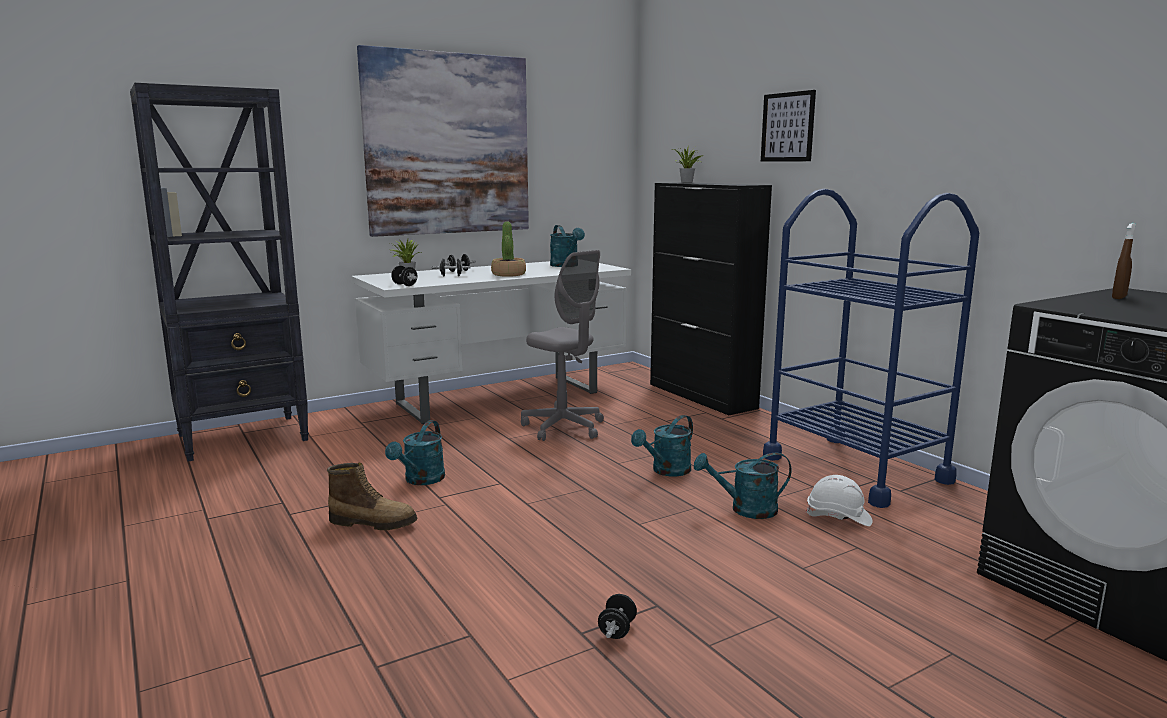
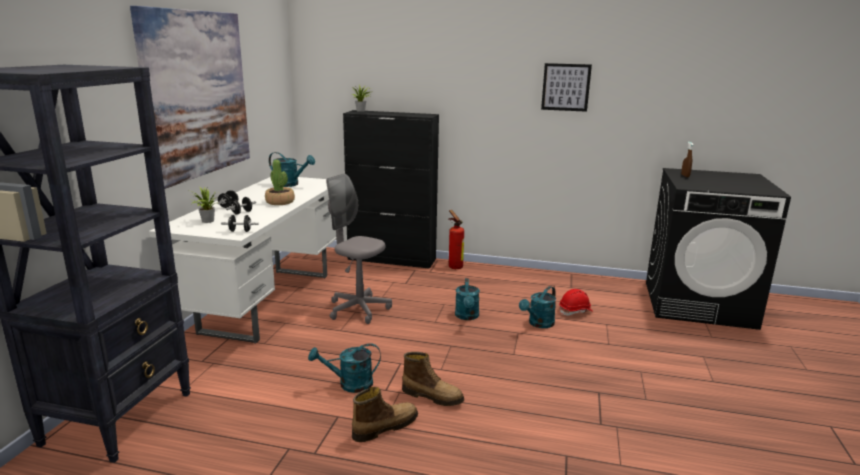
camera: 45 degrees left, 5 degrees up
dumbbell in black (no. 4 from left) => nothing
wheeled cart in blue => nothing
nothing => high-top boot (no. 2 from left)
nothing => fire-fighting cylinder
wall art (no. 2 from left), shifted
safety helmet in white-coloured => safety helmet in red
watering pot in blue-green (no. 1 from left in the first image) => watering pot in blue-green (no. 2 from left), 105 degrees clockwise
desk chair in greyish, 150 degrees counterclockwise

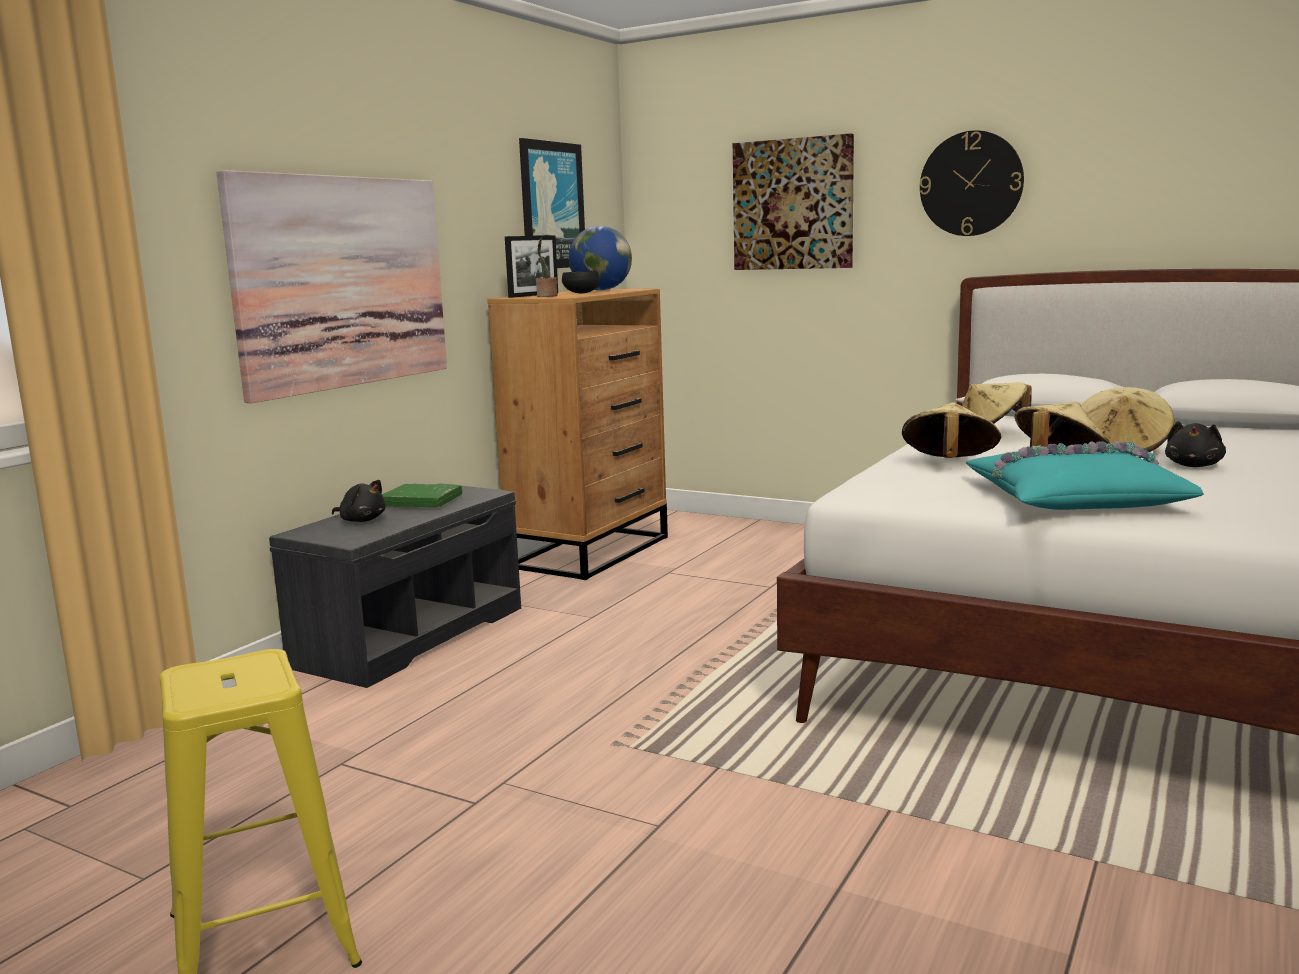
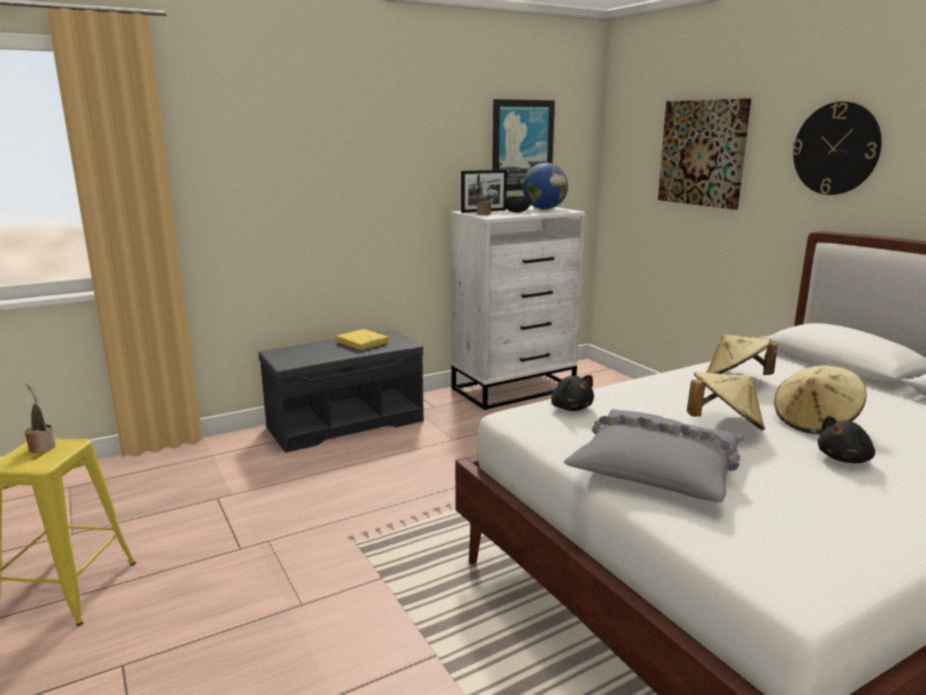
camera: 30 degrees right, 5 degrees up
wall art (no. 1 from left) => nothing
hat in beige (no. 1 from left) => nothing
nothing => potted plant (no. 1 from left)
plush toy in black (no. 1 from left), shifted
bound book in green => bound book in yellow-coloured
dresser in brownish => dresser in white-coloured
cushion in blue-green => cushion in greyish

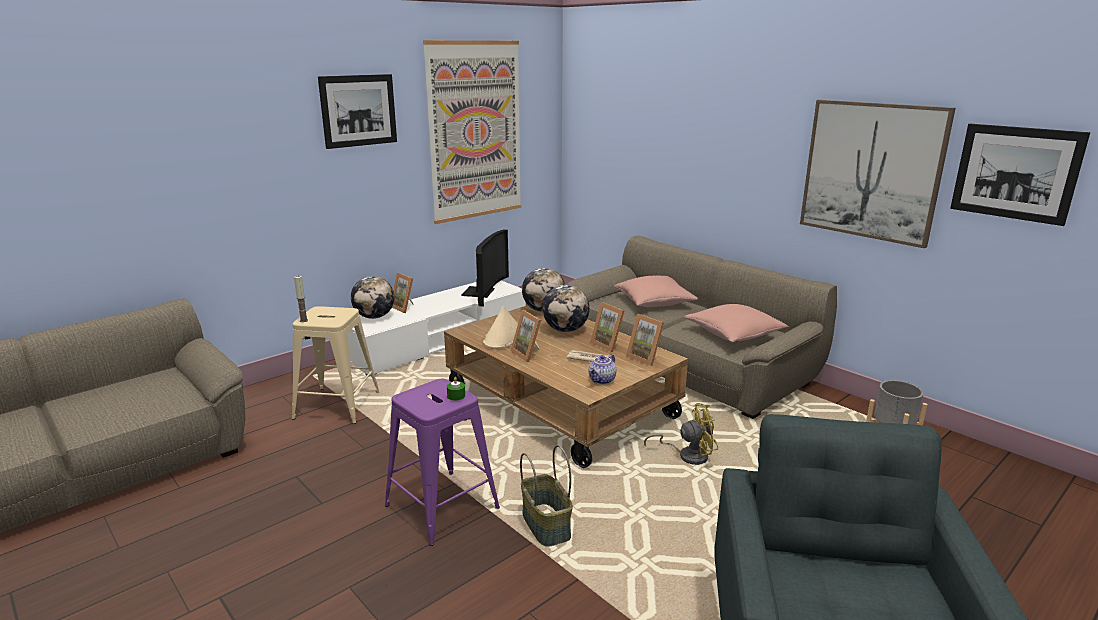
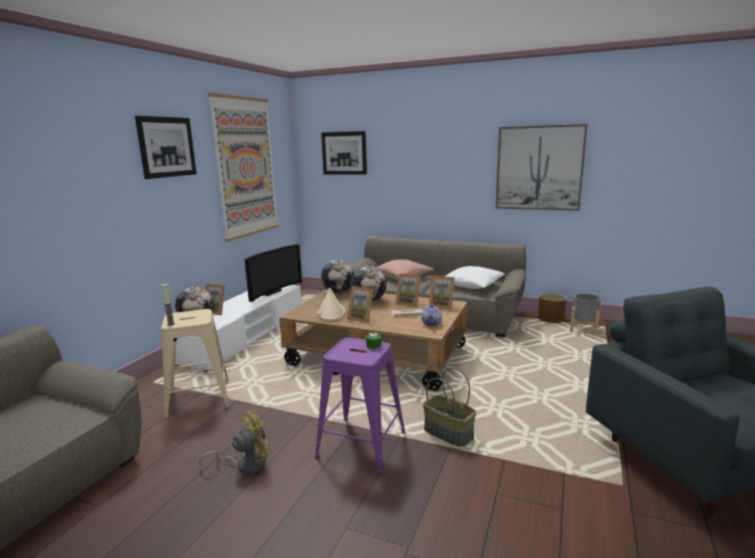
camera: 25 degrees left, 5 degrees down
nothing => plant pot in brownish
electric fan in yellow-coloured, shifted
wall art (no. 4 from left in the first image) => wall art (no. 3 from left), shifted
cushion in pinkish (no. 2 from left) => cushion in white-coloured
television, 45 degrees clockwise

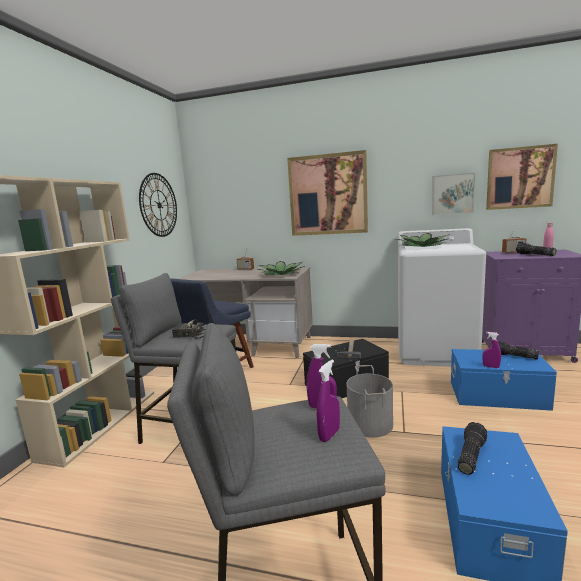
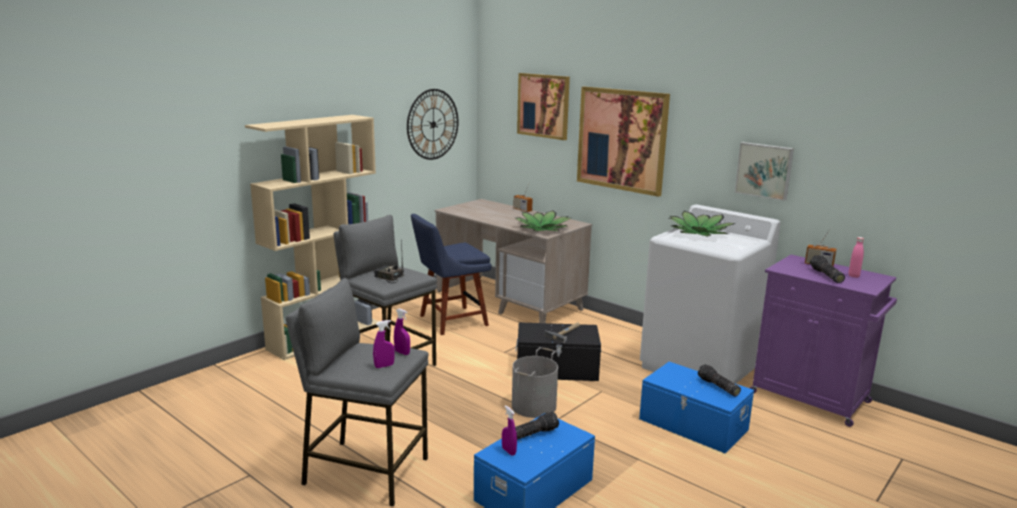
camera: 25 degrees right, 5 degrees up
spray bottle in purple-coloured (no. 3 from left), shifted
wall art (no. 3 from left in the first image) => wall art (no. 1 from left), shifted

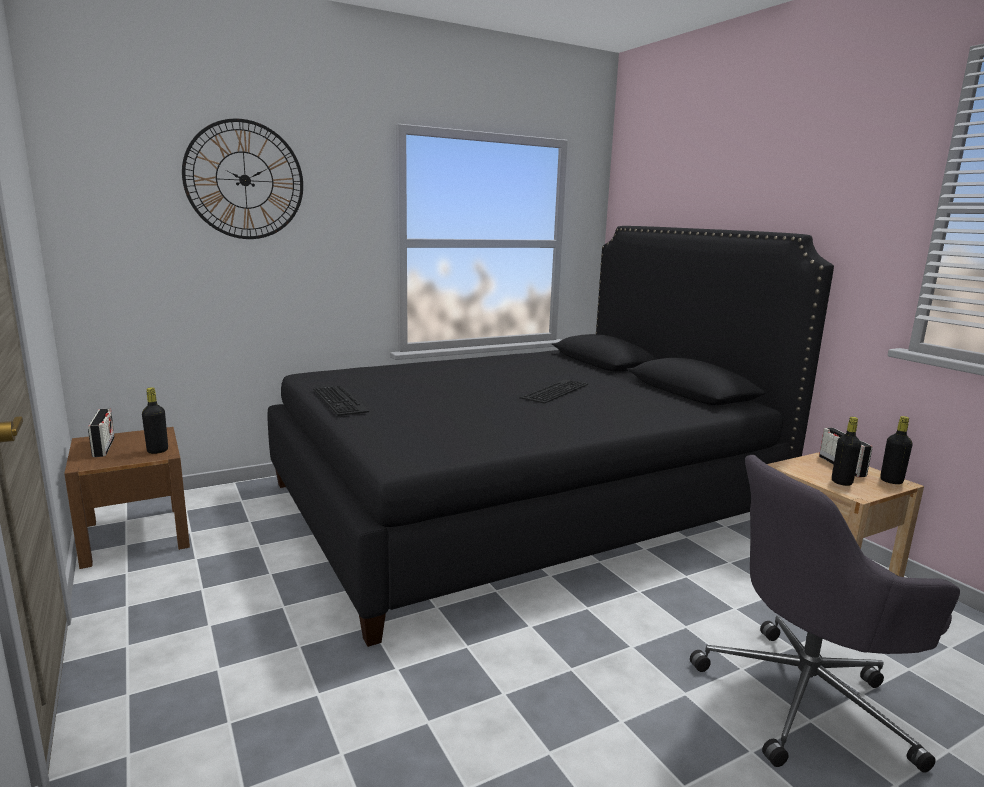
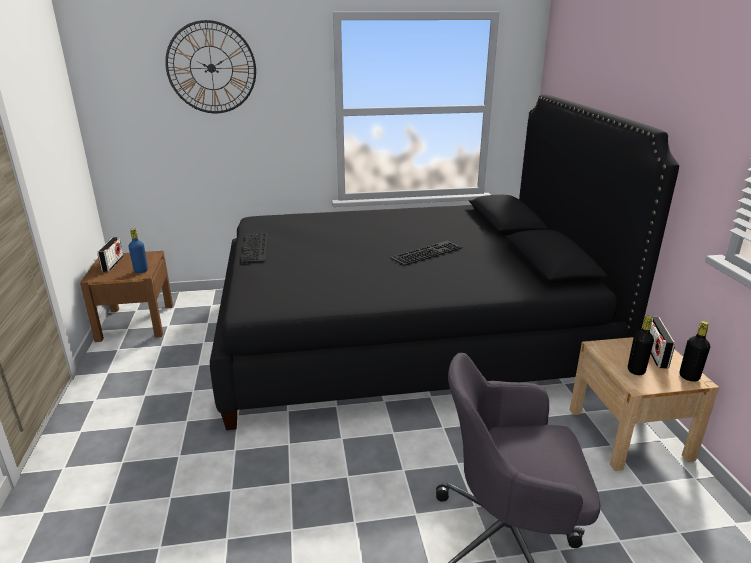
camera: 20 degrees right, 10 degrees up
bottle in black (no. 1 from left) => bottle in blue

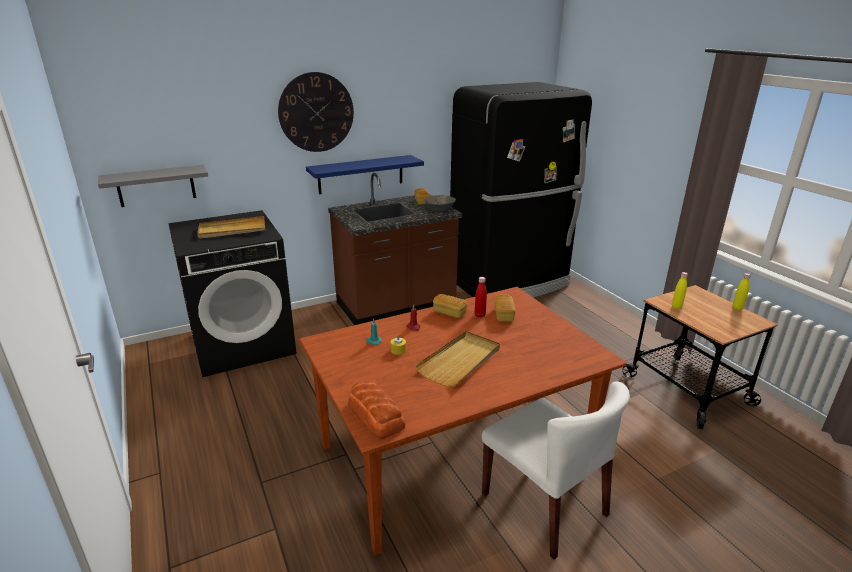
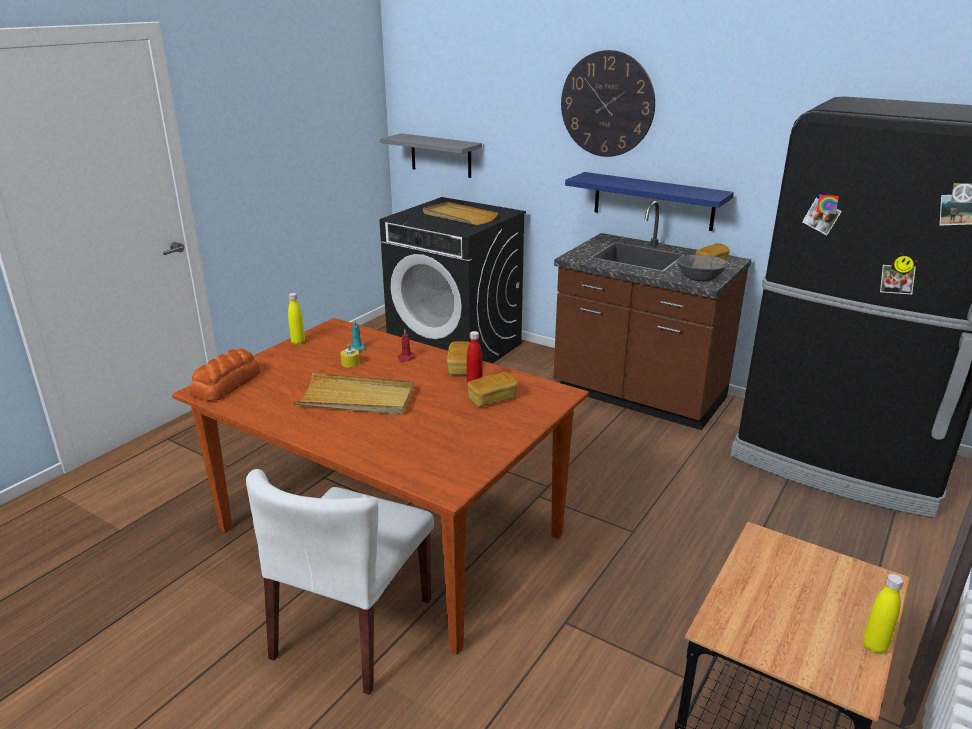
camera: 60 degrees right, 0 degrees up
bottle in yellow-coloured (no. 1 from left), shifted

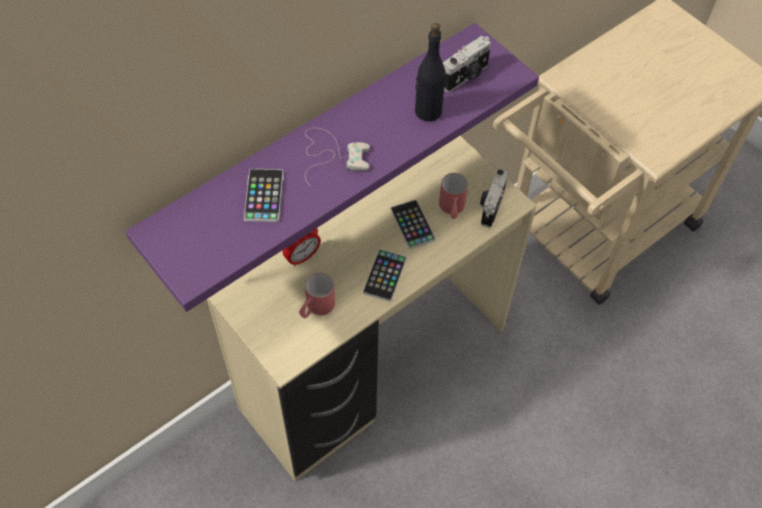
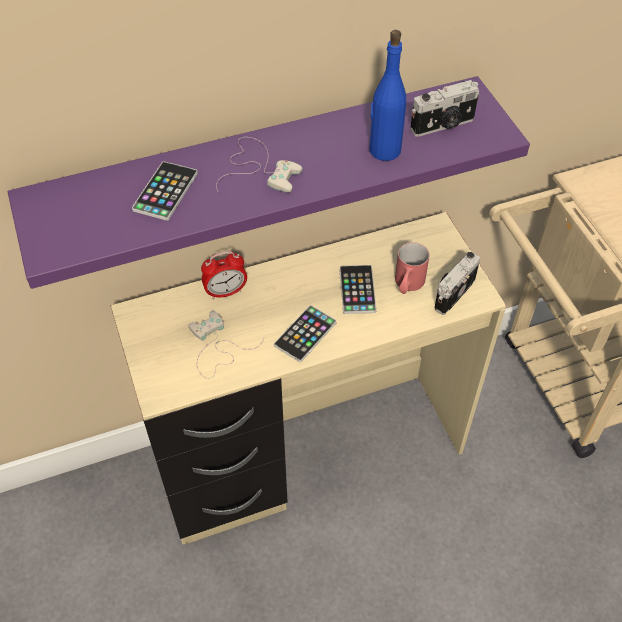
camera: 20 degrees right, 5 degrees down
mug in red (no. 1 from left) => game controller in white-coloured (no. 1 from left)
bottle in black => bottle in blue

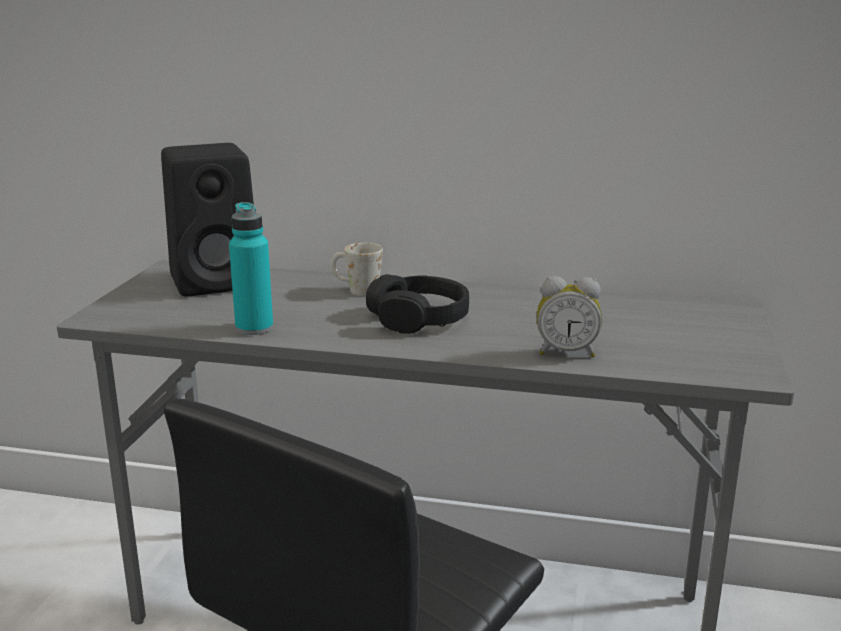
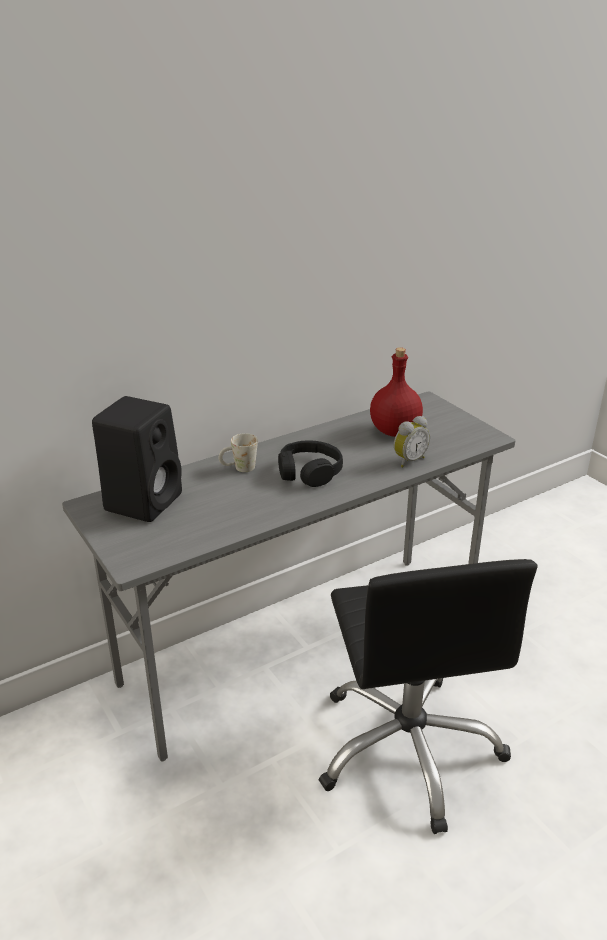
camera: 45 degrees left, 10 degrees up
bottle in blue-green => nothing
nothing => bottle in red

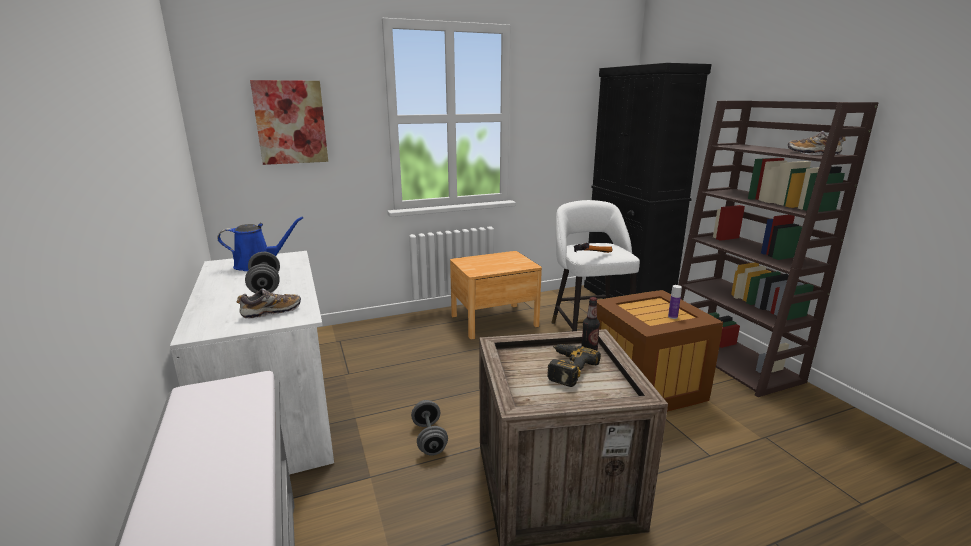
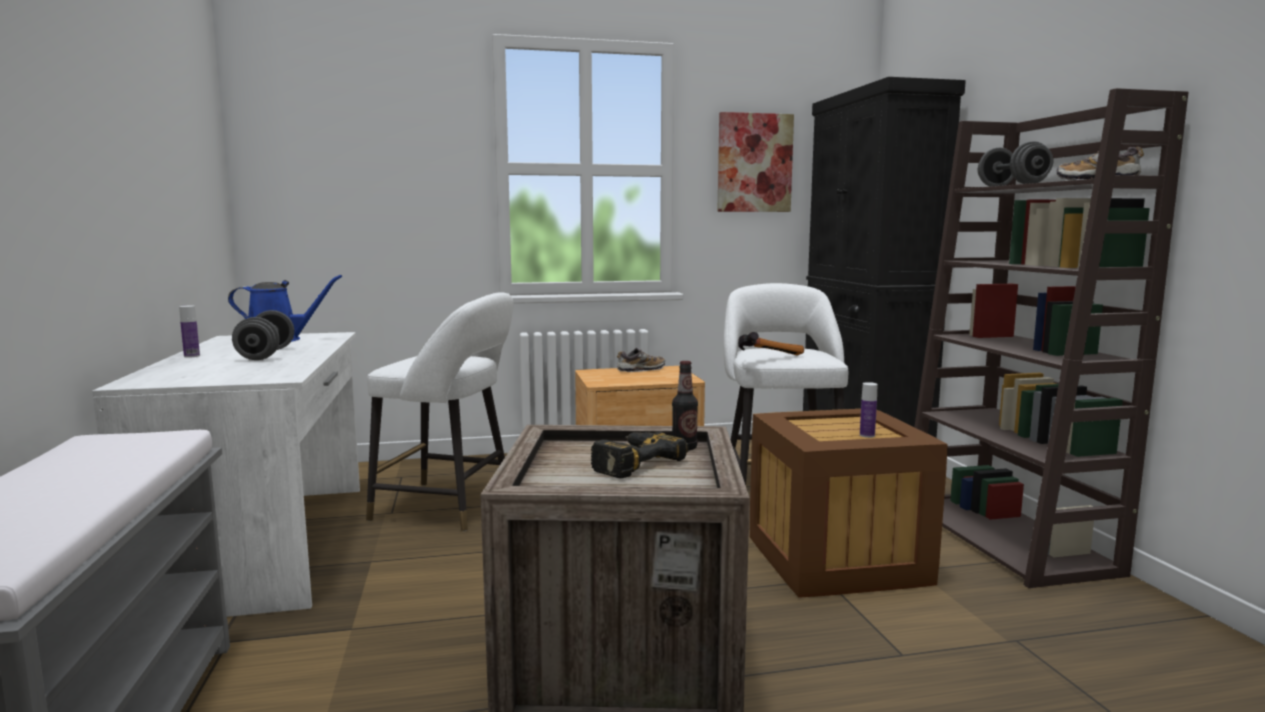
camera: 10 degrees right, 10 degrees down
nothing => bottle (no. 1 from left)
nothing => stool in white-coloured (no. 1 from left)
low shoe (no. 1 from left), shifted
wall art, shifted
dumbbell in greyish (no. 2 from left), shifted

